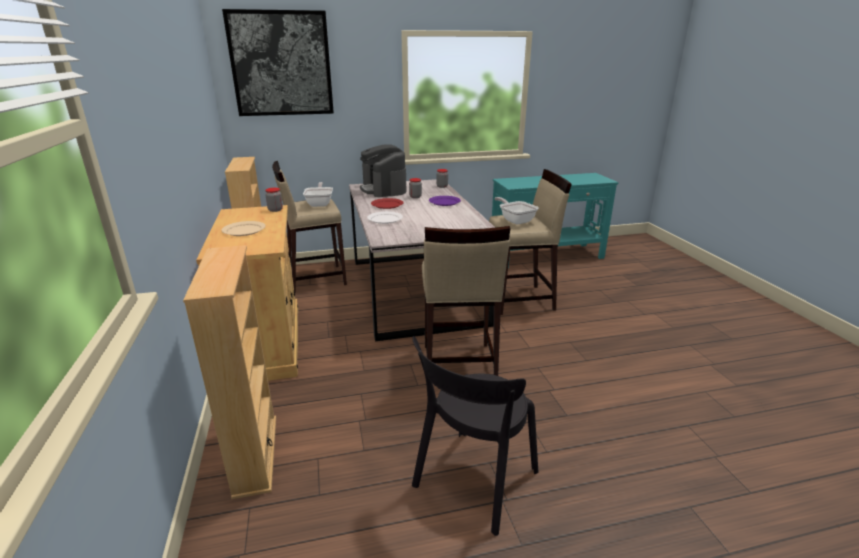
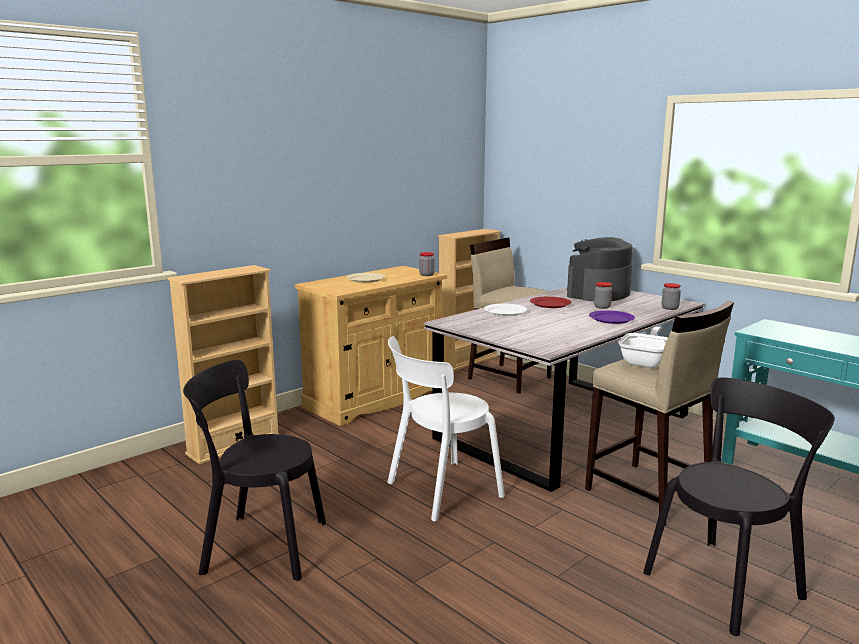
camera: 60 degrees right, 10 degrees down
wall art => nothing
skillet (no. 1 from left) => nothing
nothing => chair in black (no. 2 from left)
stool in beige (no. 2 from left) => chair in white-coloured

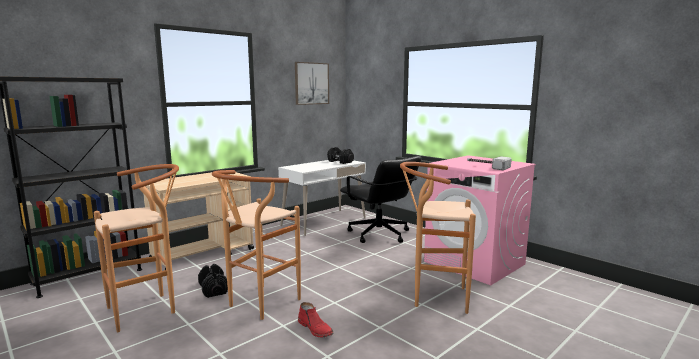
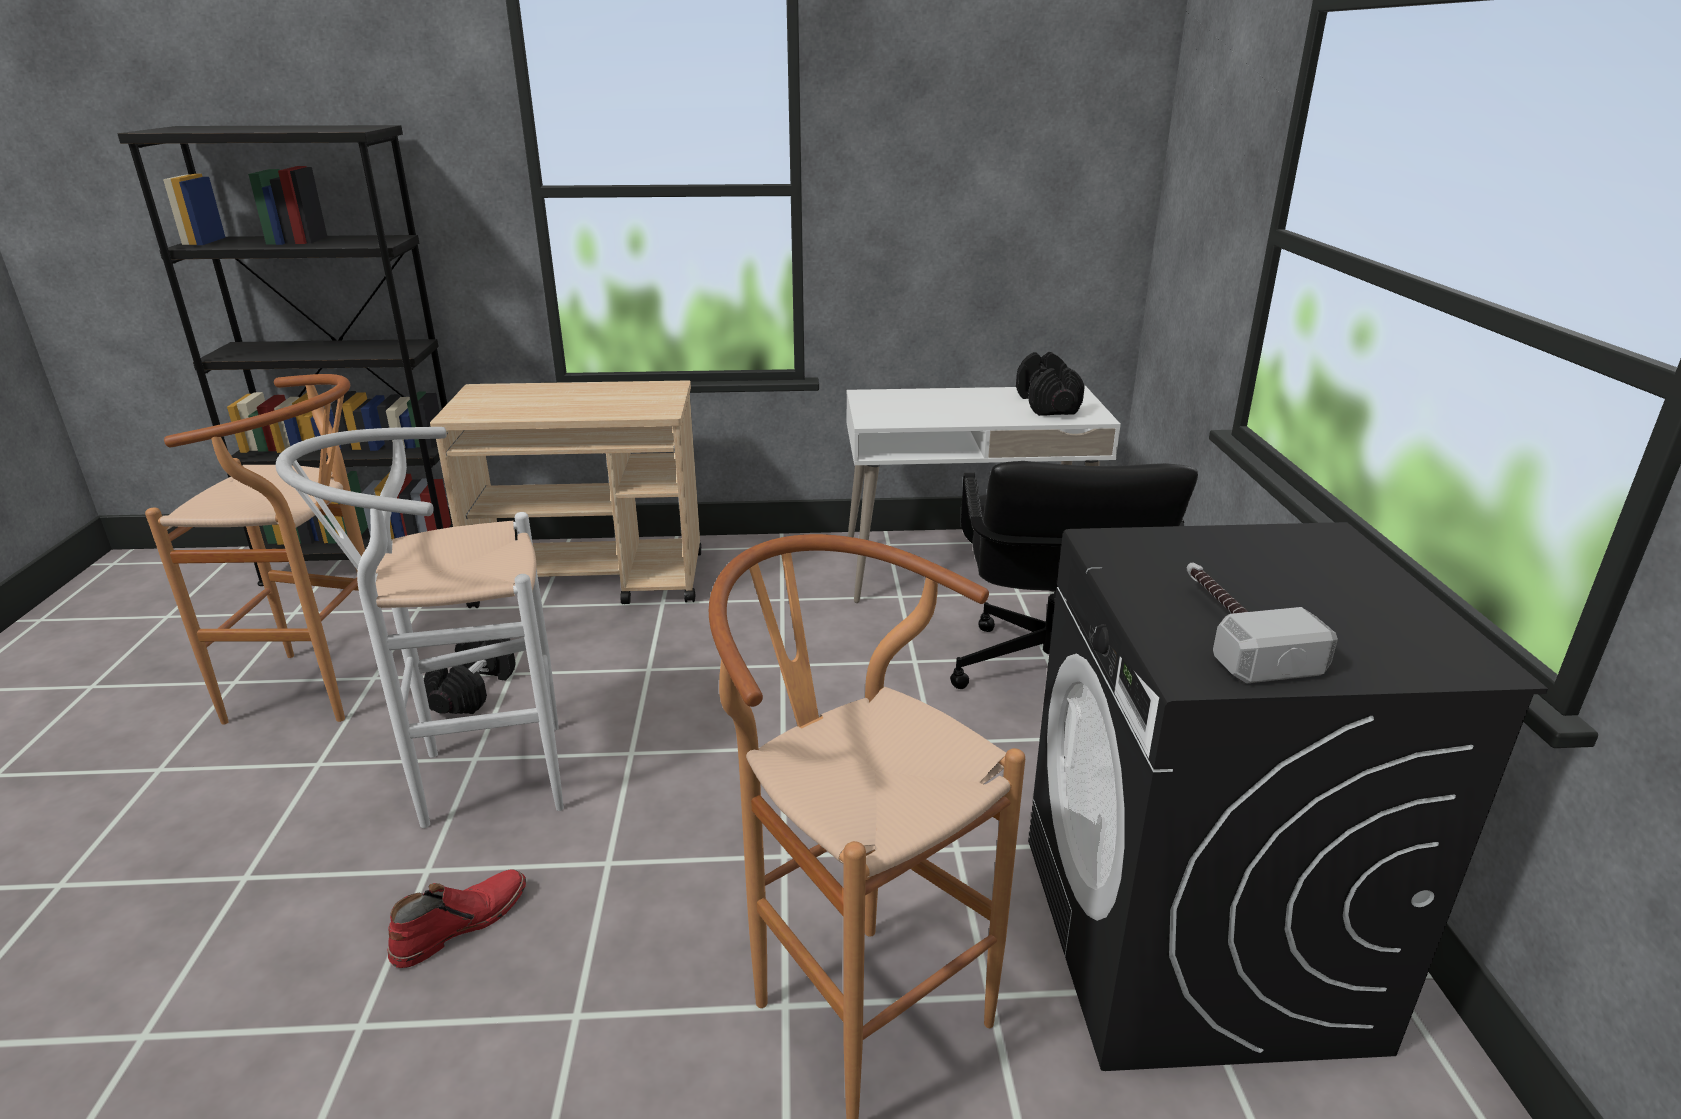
camera: 40 degrees right, 15 degrees up
wall art => nothing
stool in brownish (no. 2 from left) => stool in white-coloured
laundry machine in pinkish => laundry machine in black
high-top boot in red, 135 degrees counterclockwise

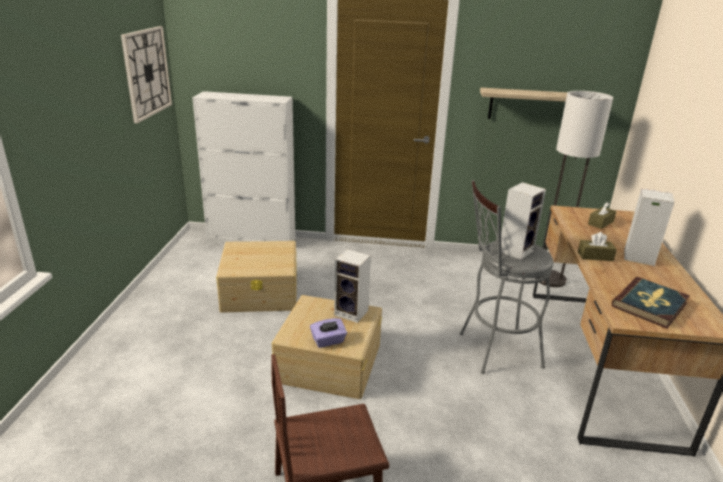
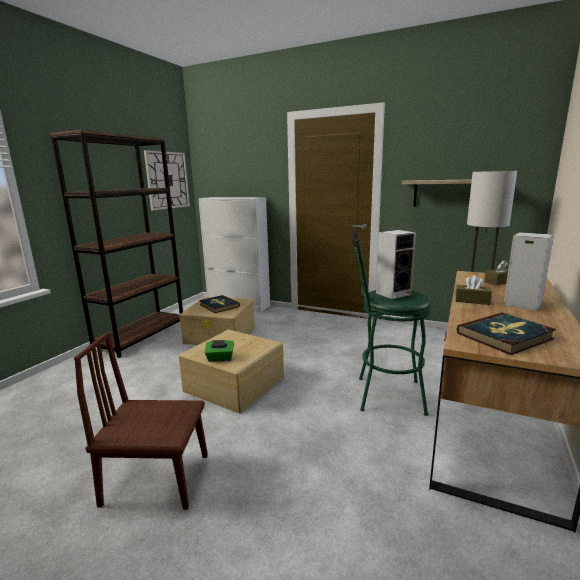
camera: 20 degrees right, 10 degrees down
speaker (no. 1 from left) => nothing
nothing => bookcase in brownish
nothing => bound book (no. 1 from left)
tissue holder in purple-coloured => tissue holder in green
stool in greyish => stool in green

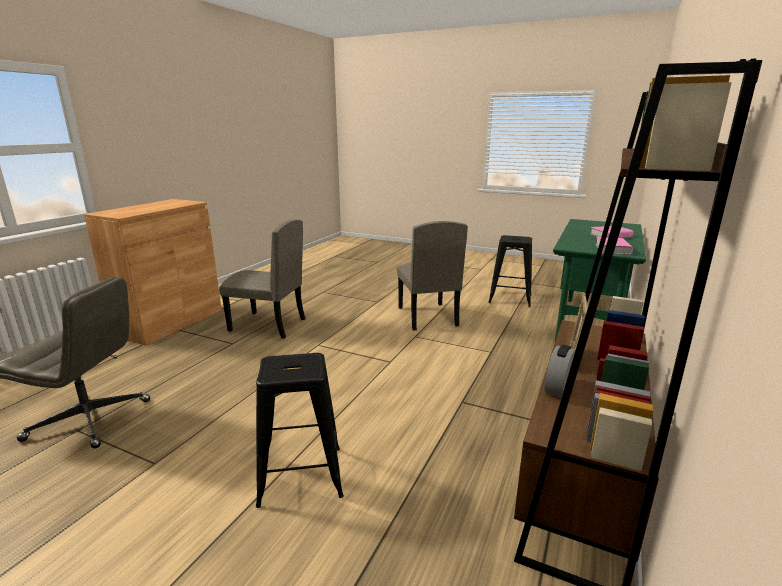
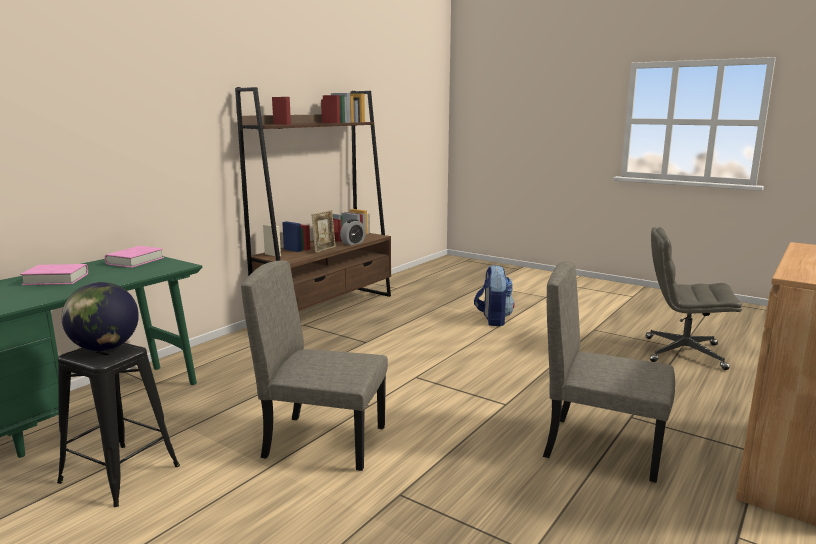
camera: 170 degrees left, 5 degrees down
nothing => globe
stool in black (no. 1 from left) => rucksack
chair in beige (no. 2 from left in the first image) => chair in beige (no. 1 from left), 75 degrees counterclockwise

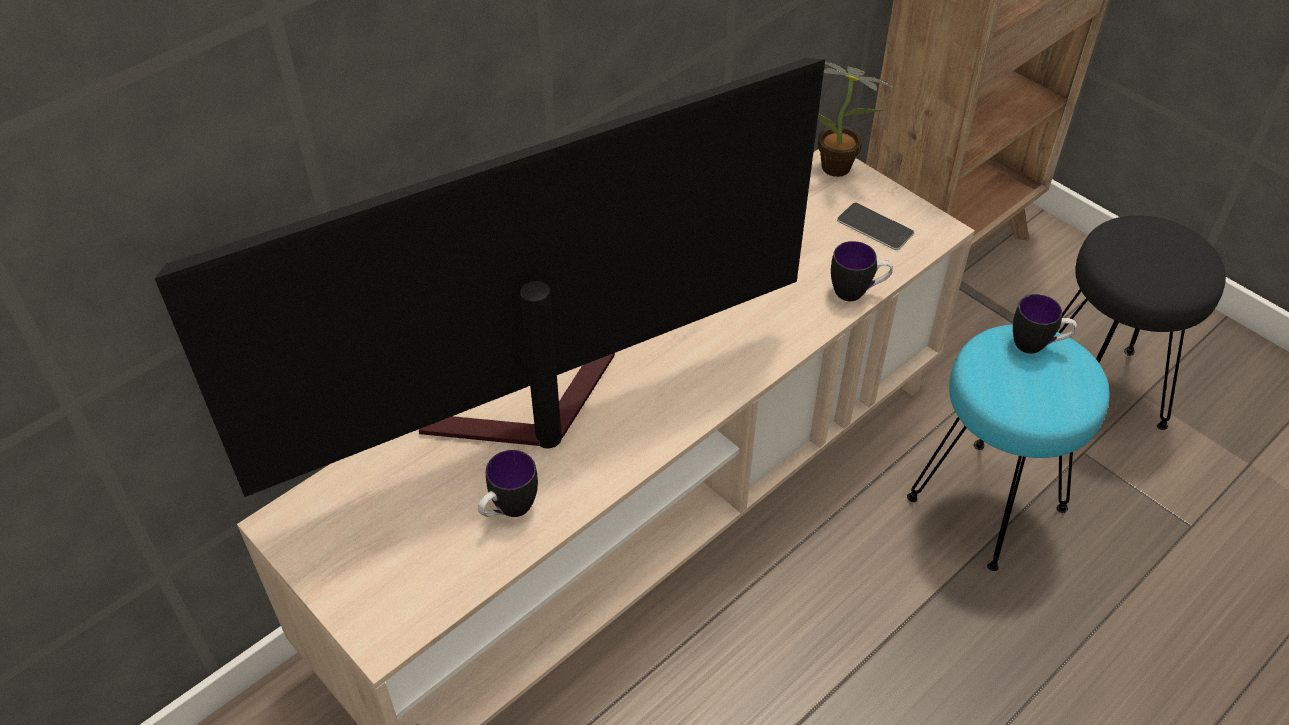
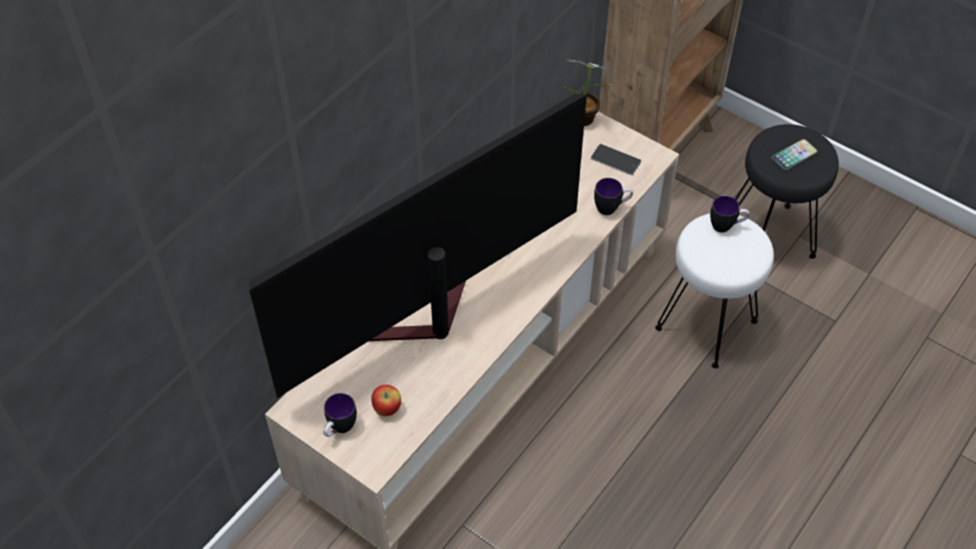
camera: 10 degrees left, 5 degrees up
nothing => apple
nothing => phone (no. 2 from left)
mug (no. 1 from left), shifted
stool in blue-green => stool in white-coloured

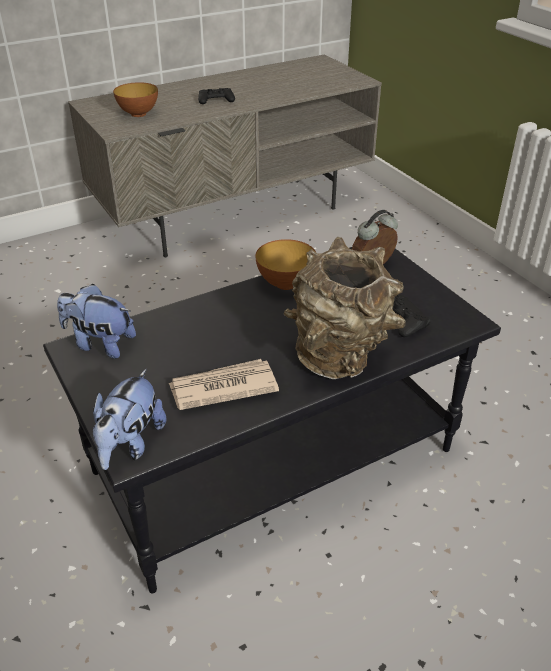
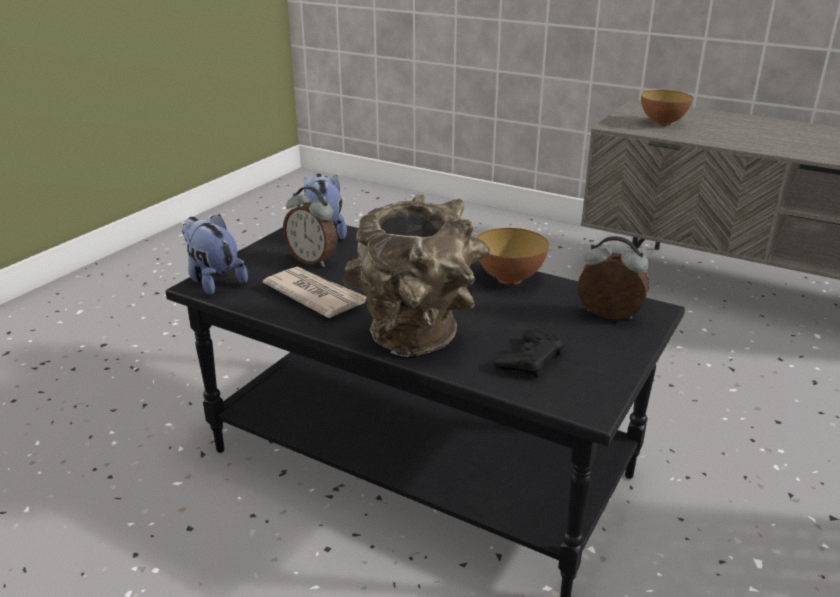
camera: 60 degrees right, 10 degrees down
game controller in black (no. 1 from left) => nothing
nothing => alarm clock (no. 1 from left)
plush toy (no. 2 from left in the first image) => plush toy (no. 1 from left), 60 degrees clockwise

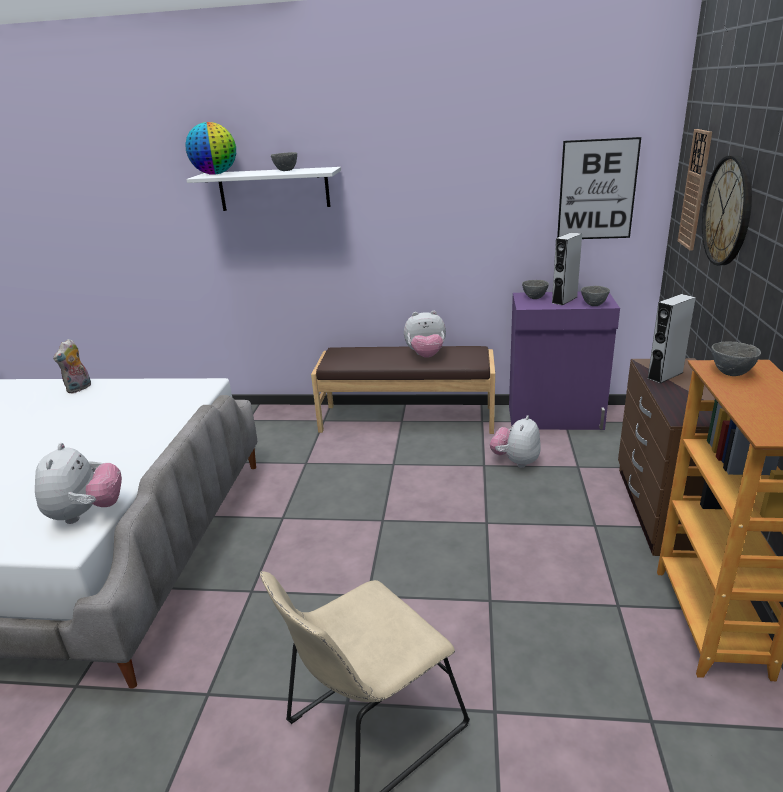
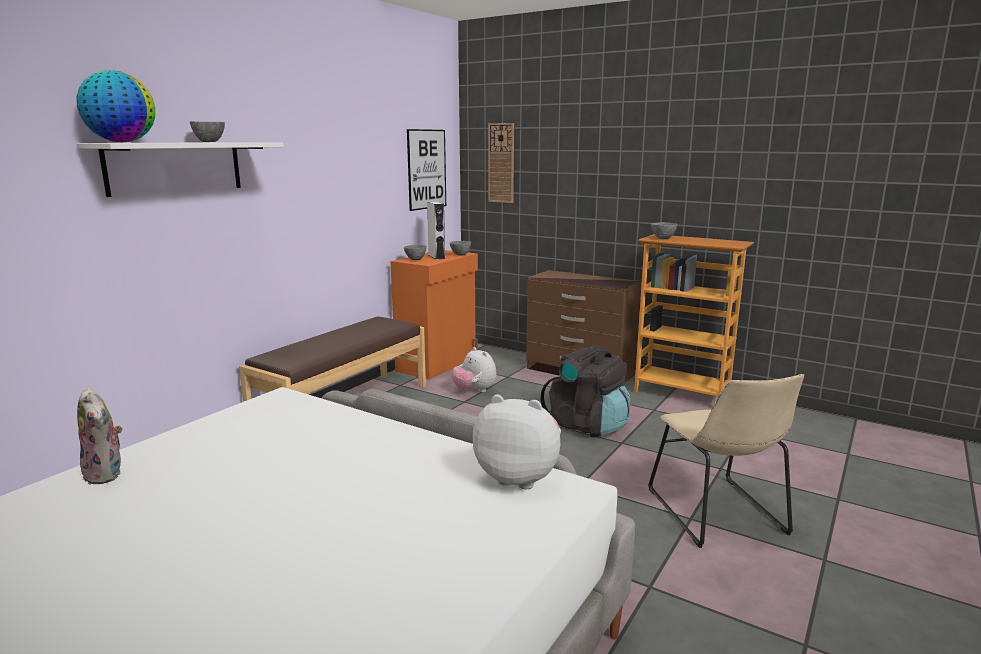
camera: 65 degrees left, 10 degrees down
plush toy (no. 3 from left) => nothing
speaker in greyish (no. 2 from left) => nothing
wall clock (no. 2 from left) => nothing
nothing => rucksack in black
cupboard in purple-coloured => cupboard in orangey

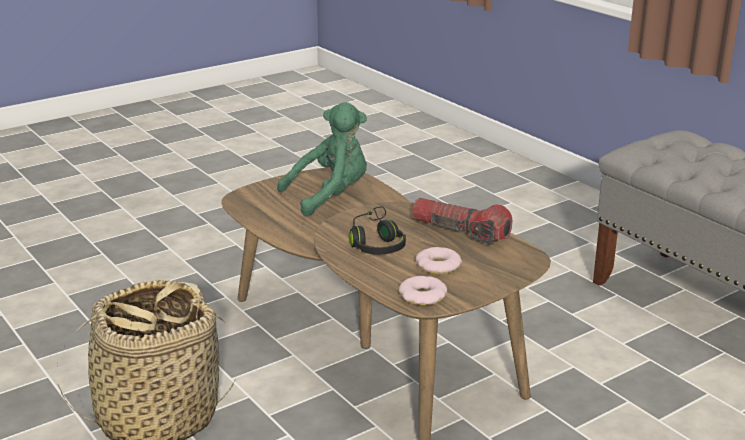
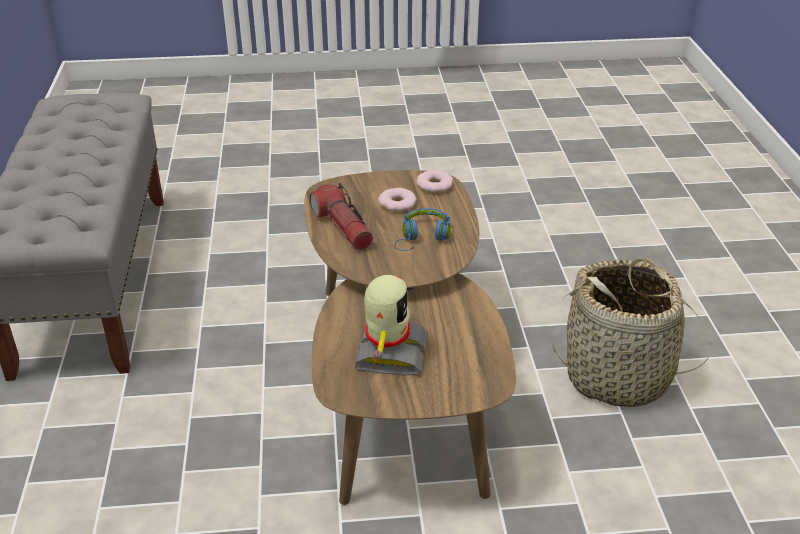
camera: 150 degrees left, 10 degrees up
plush toy in green => model robot
headset in black => headset in blue

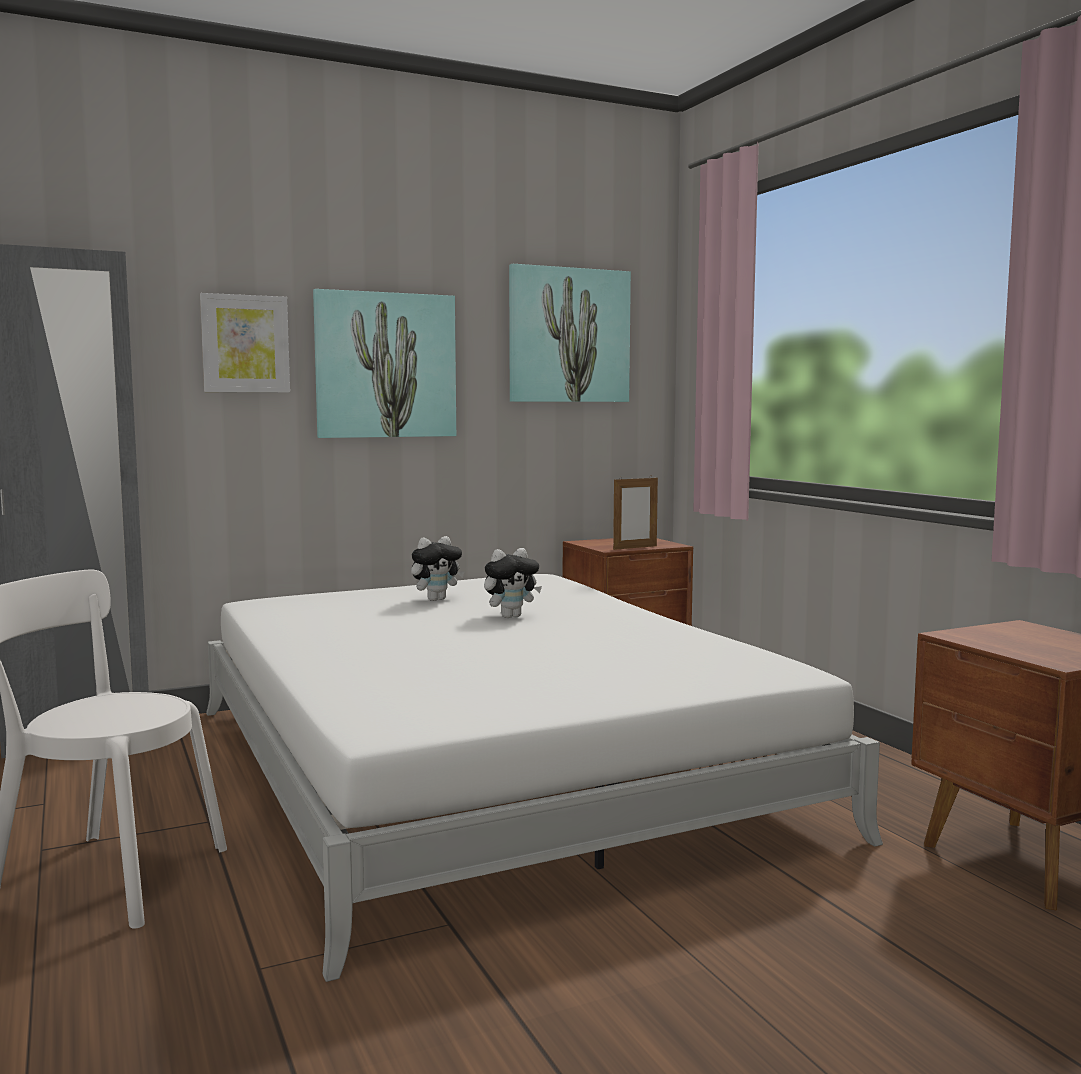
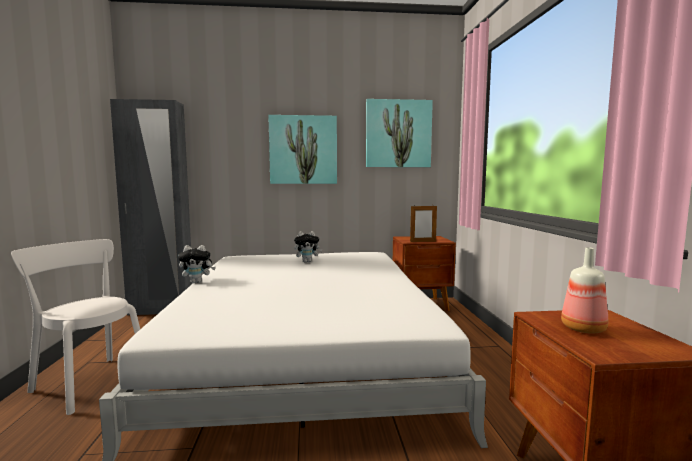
camera: 20 degrees right, 0 degrees up
wall art (no. 1 from left) => nothing
nothing => bottle
plush toy (no. 2 from left in the first image) => plush toy (no. 1 from left), shifted

